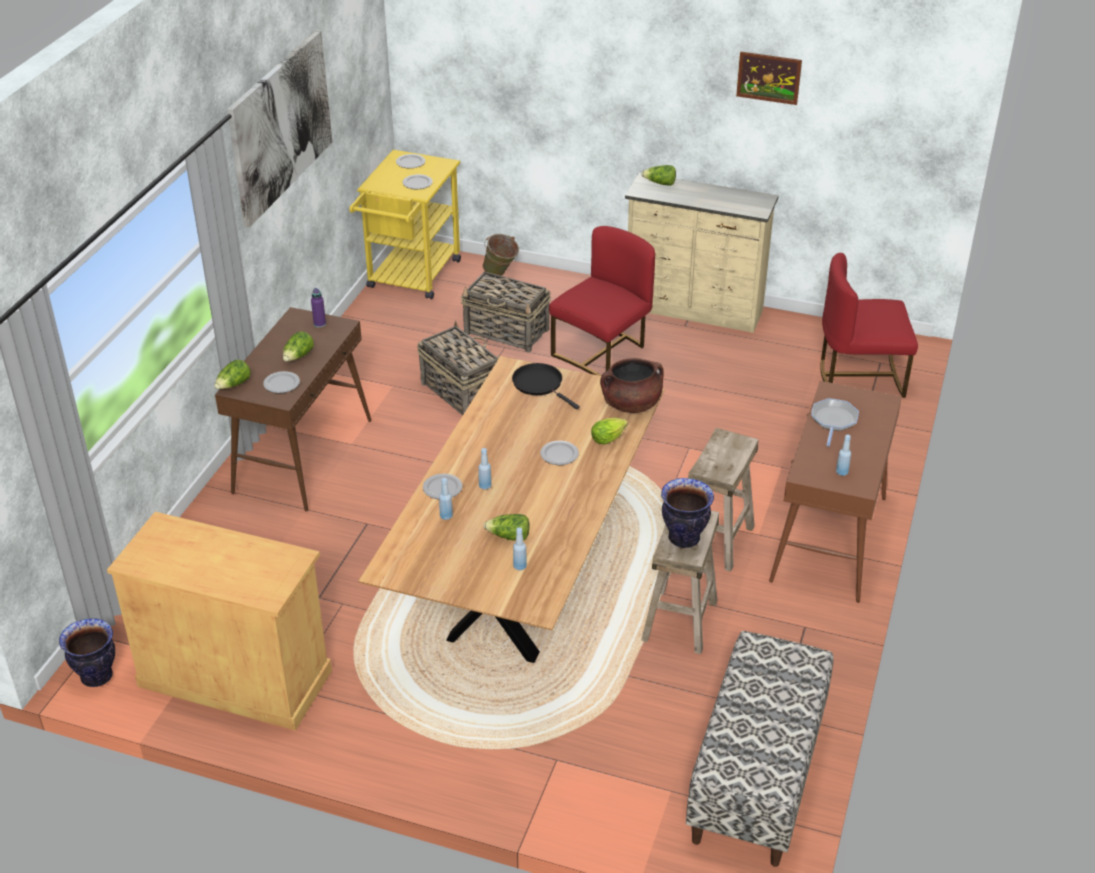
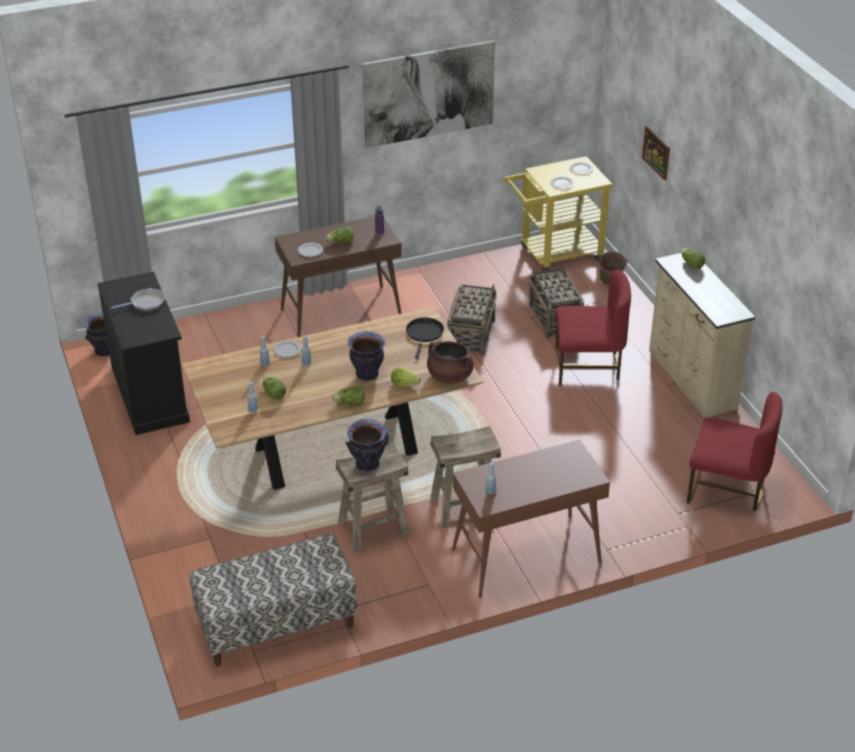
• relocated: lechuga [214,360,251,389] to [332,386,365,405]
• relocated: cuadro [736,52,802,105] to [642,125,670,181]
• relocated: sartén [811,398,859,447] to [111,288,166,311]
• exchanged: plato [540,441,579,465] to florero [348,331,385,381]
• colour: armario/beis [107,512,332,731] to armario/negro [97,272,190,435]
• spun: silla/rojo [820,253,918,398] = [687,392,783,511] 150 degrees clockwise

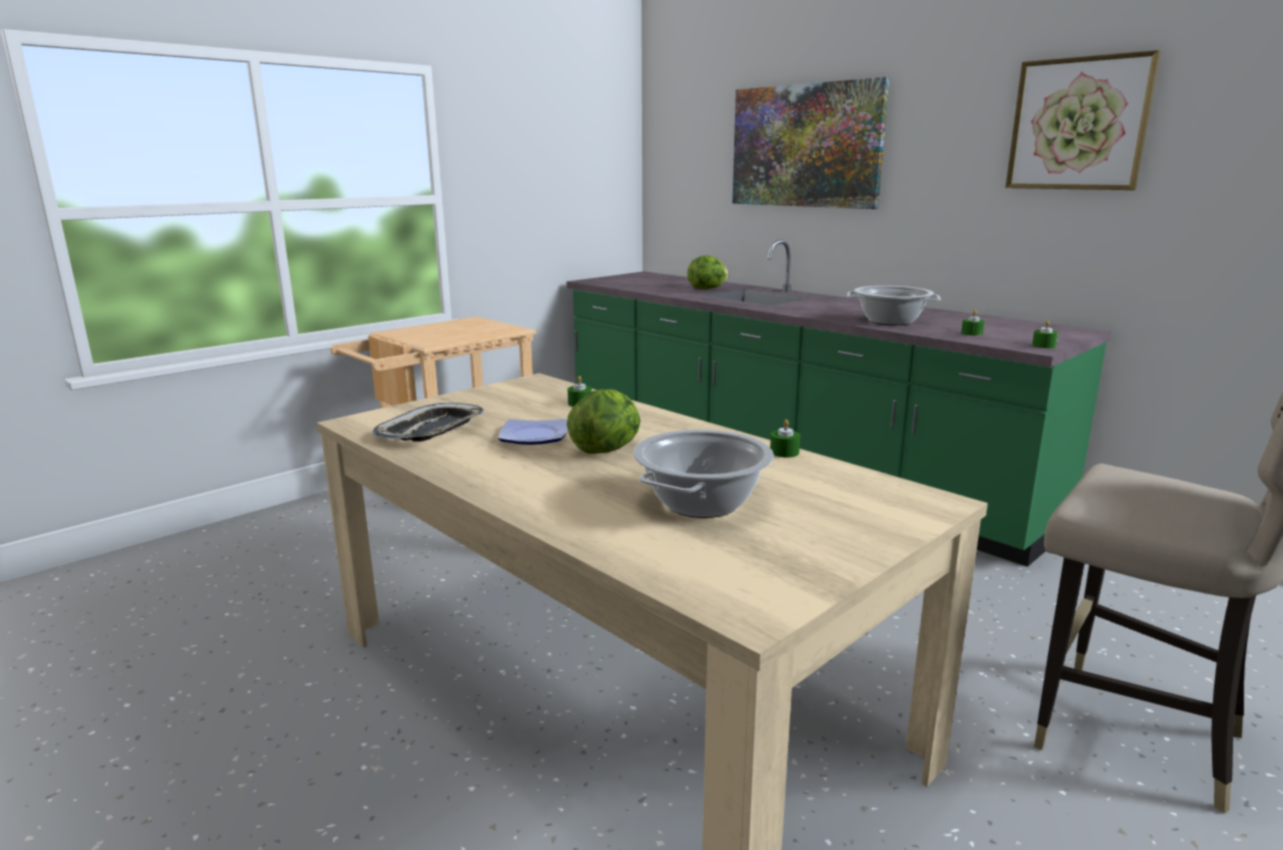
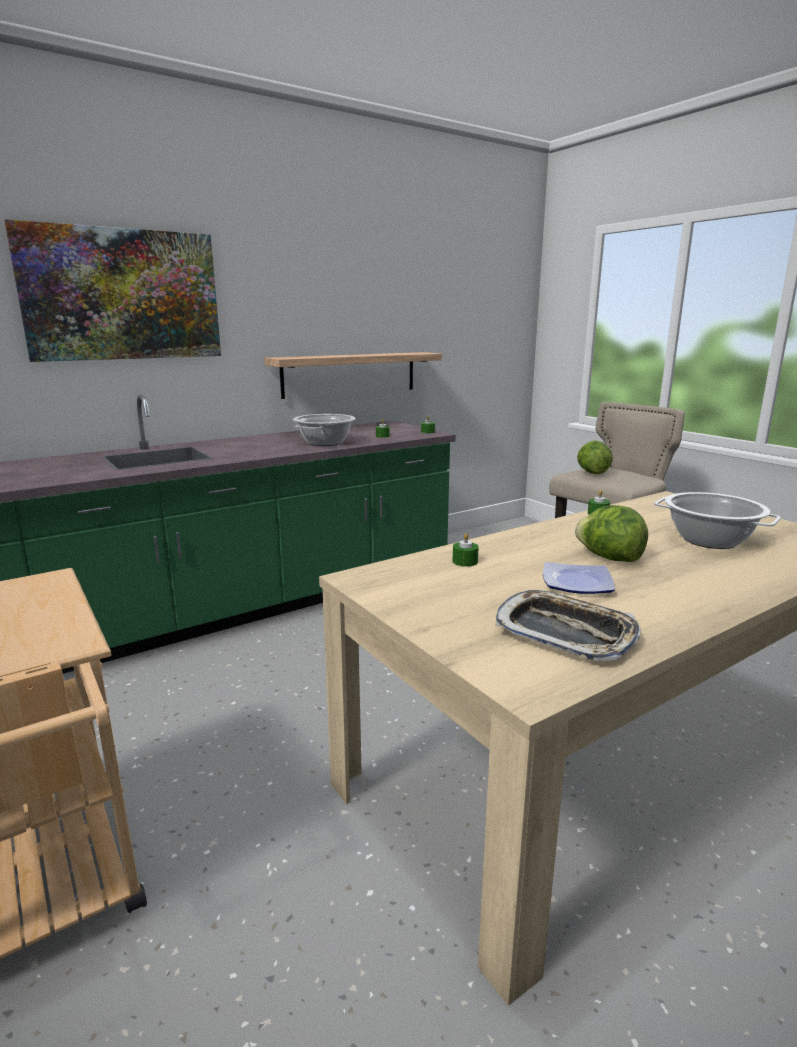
• missing: cuadro [1005,50,1161,190]
• appeared: estante [264,352,442,399]
• relocated: lechuga [687,255,729,289] to [577,441,613,474]

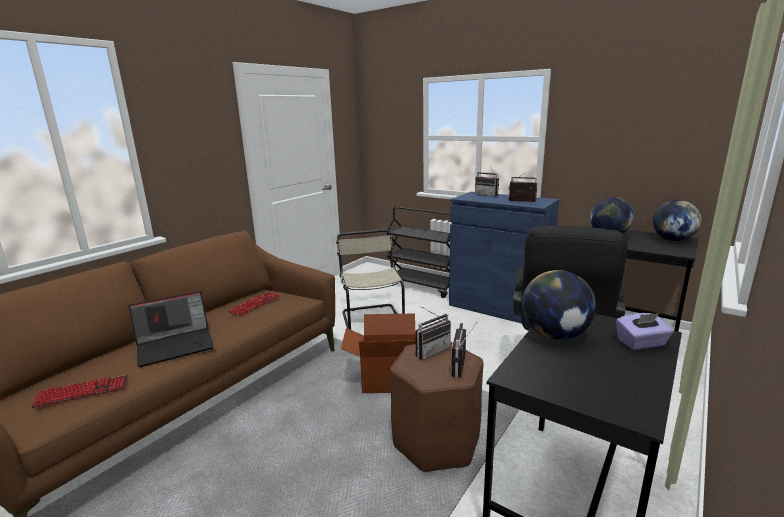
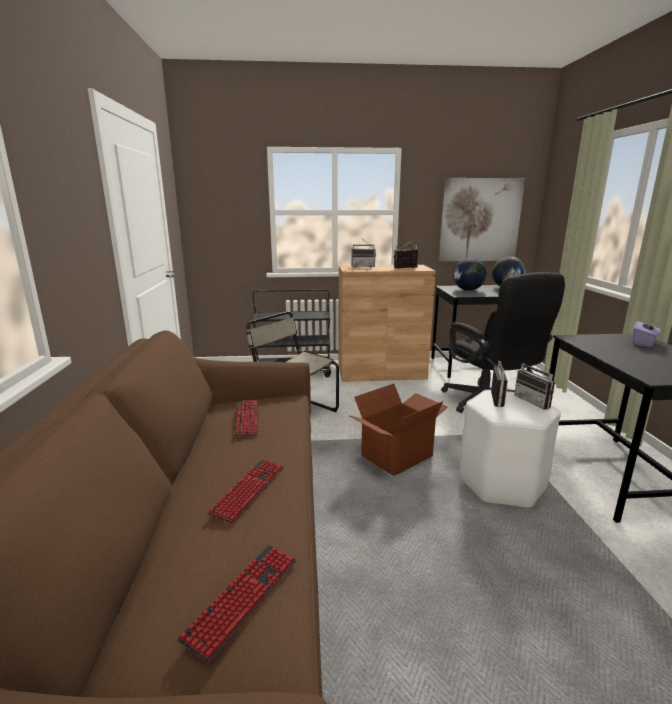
• missing: globo terráqueo [522,270,596,340]
• appeared: cuadro [439,178,525,261]
• exchanged: portátil [128,291,214,367] to teclado [207,460,284,524]
• colour: taburete/marrón [390,342,483,472] to taburete/blanco [459,390,561,508]
• colour: armario/azul [449,192,559,323] to armario/marrón [338,265,436,382]

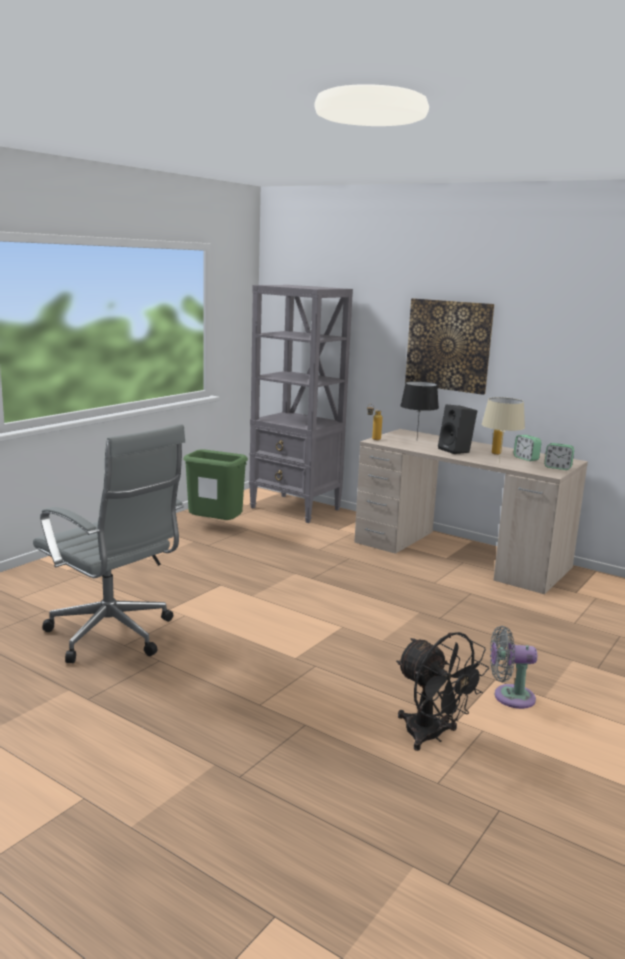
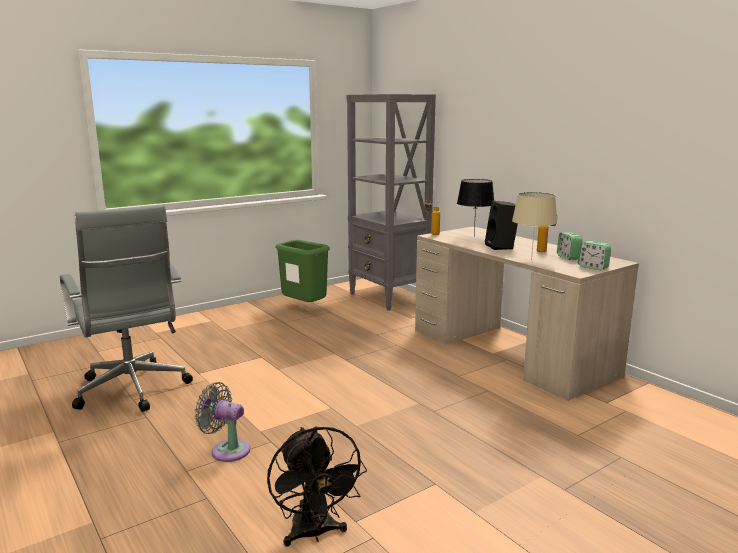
• missing: cuadro [405,298,494,395]
• relocated: ventilador/gris [490,626,537,709] to [194,382,250,462]

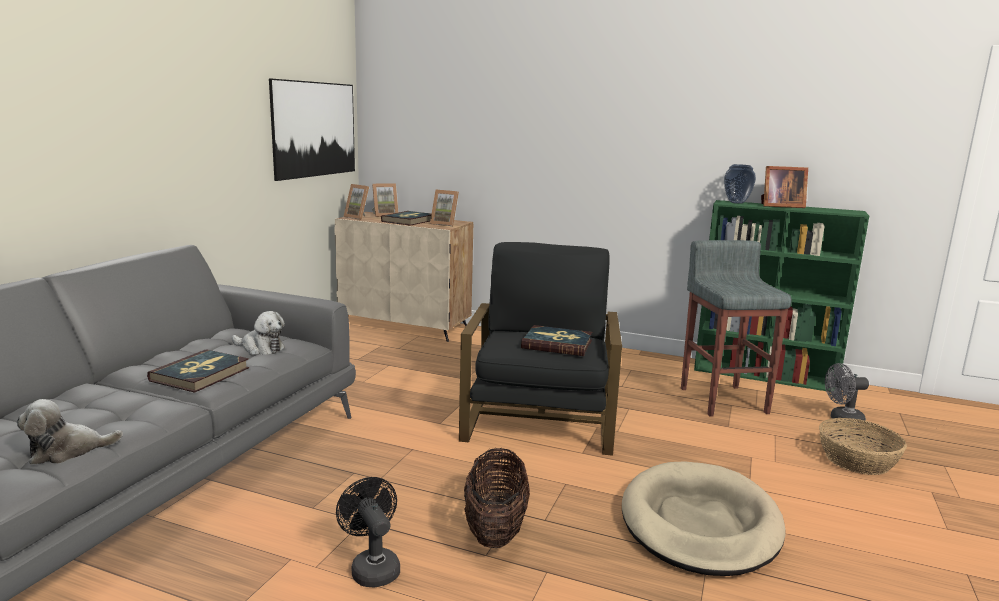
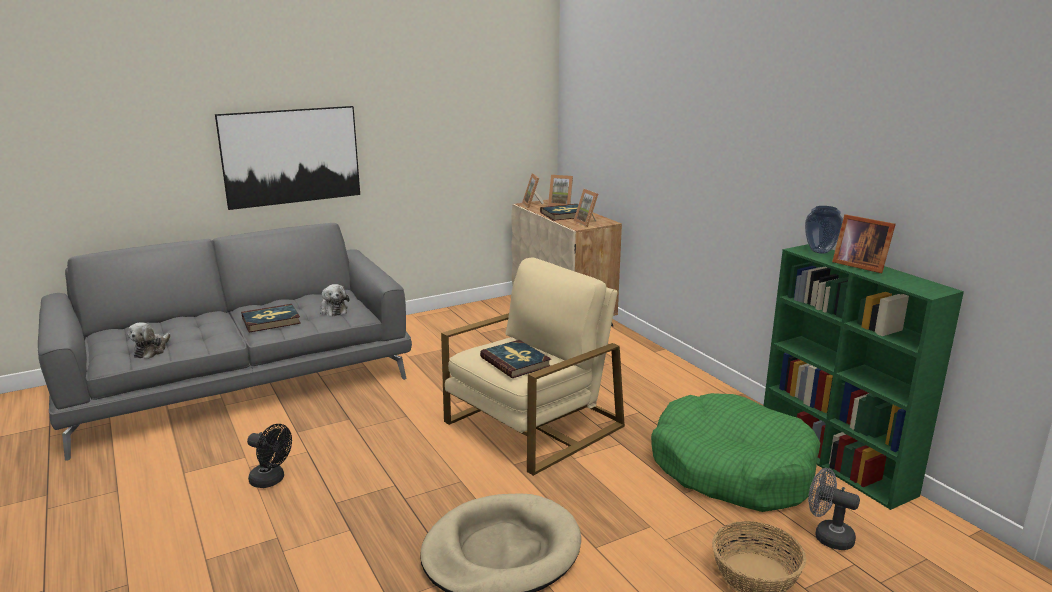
• missing: cesta [464,448,530,548]
• relocated: cuadro [269,78,355,181] to [215,106,360,210]
• exchanged: taburete/gris [681,240,792,417] to cama para perro/verde [651,393,820,512]
• colour: sillón/negro [459,242,622,456] to sillón/beis [441,258,625,476]
• spun: peluche [17,399,123,465] = [128,322,171,359] 90 degrees counterclockwise
• spun: ventilador/negro [336,477,400,587] = [247,424,292,488] 105 degrees clockwise

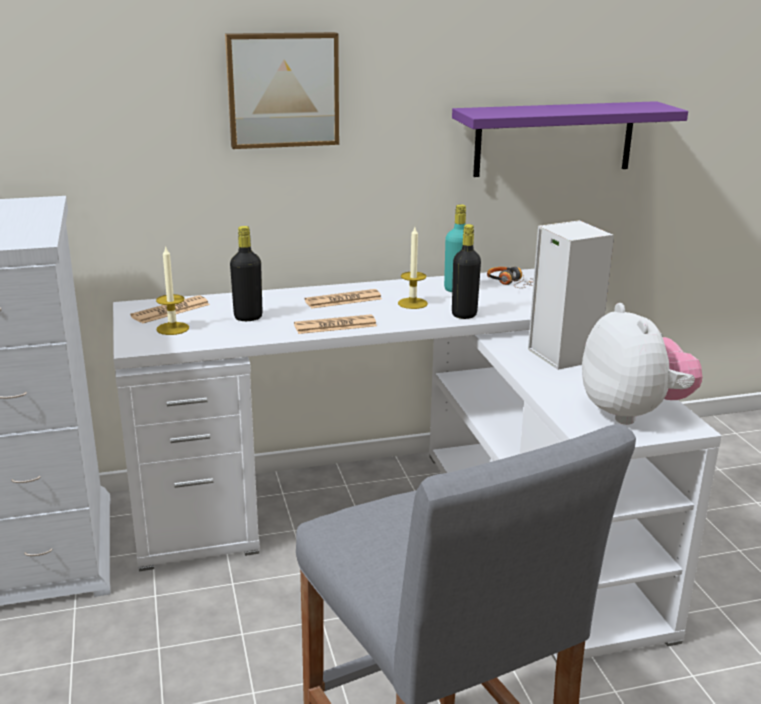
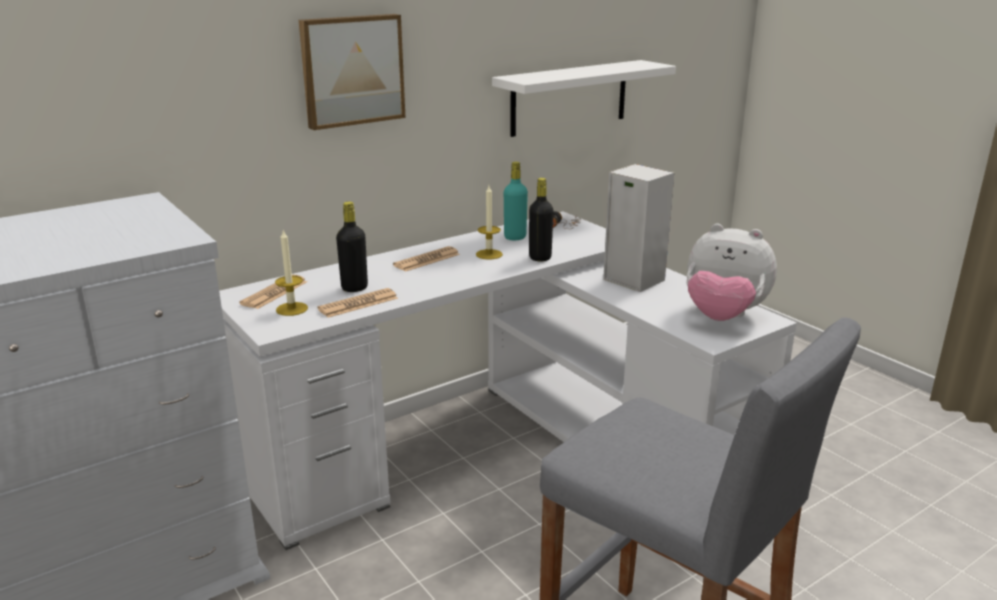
• relocated: periódico [294,314,377,334] to [317,288,398,318]
• colour: estante/morado [452,101,688,177] to estante/blanco [492,60,676,137]
• spun: peluche [582,303,702,425] = [686,224,777,321] 150 degrees clockwise

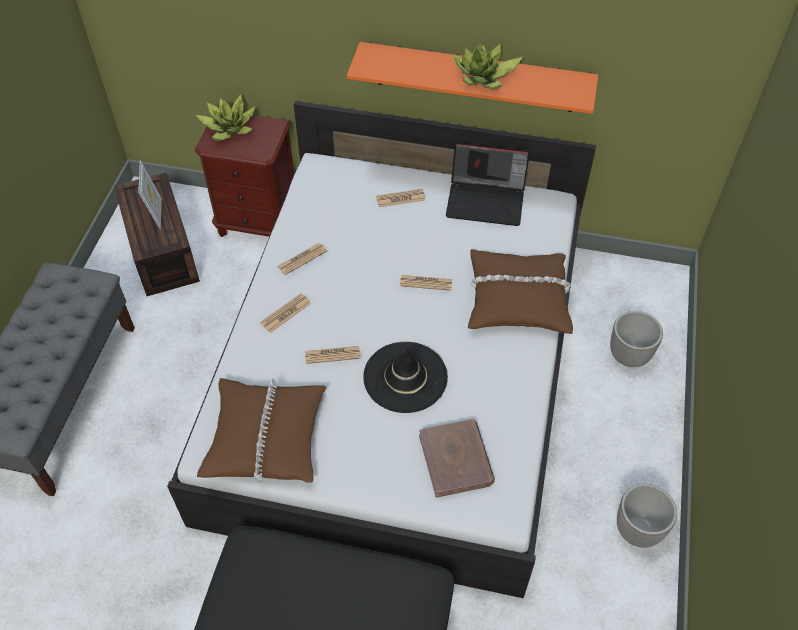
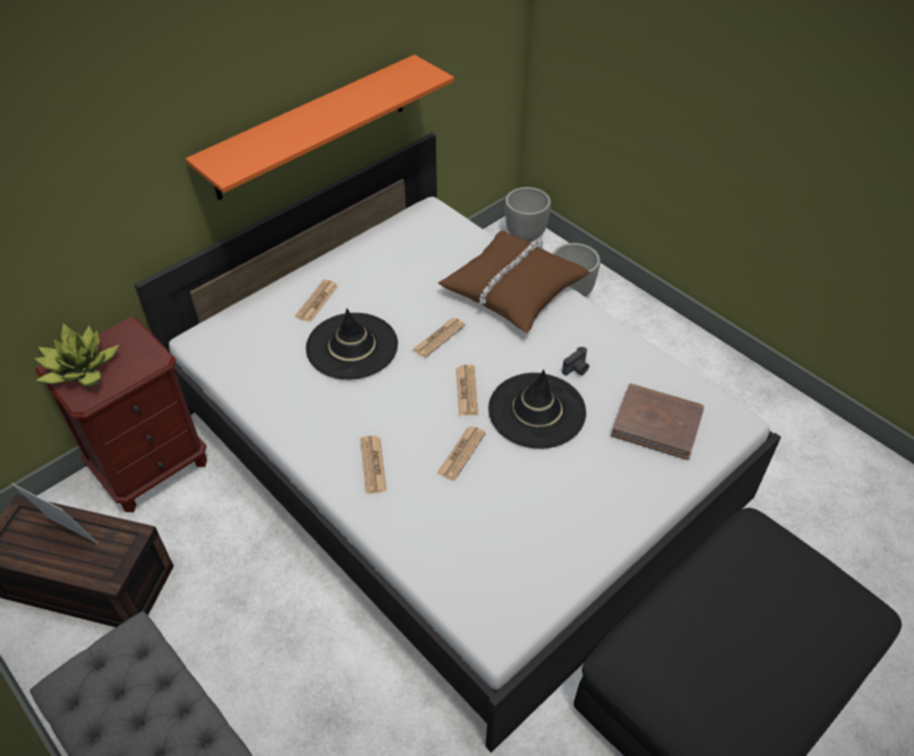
• missing: cojín/marrón [197,378,327,483]
• missing: portátil [446,142,530,226]
• missing: planta en maceta [453,43,523,89]
• appeared: sombrero/negro [306,308,398,380]
• appeared: cámara [562,346,589,376]
• relocated: periódico [277,243,327,275] to [456,365,478,415]
• relocated: maceta [617,484,677,548] to [505,187,551,242]

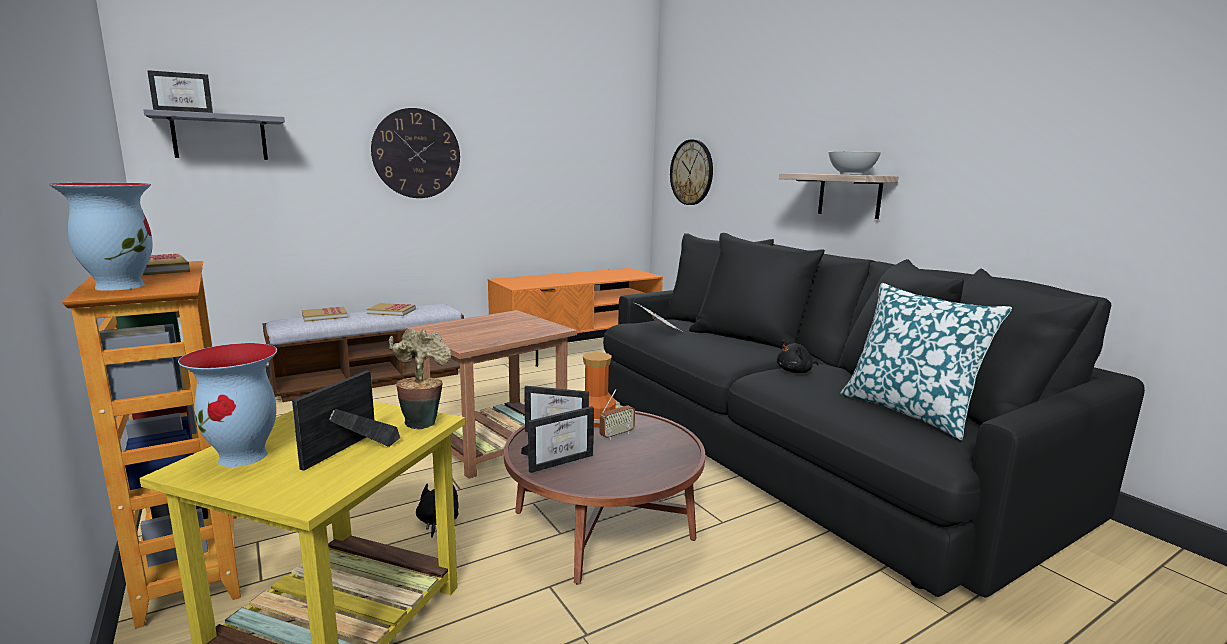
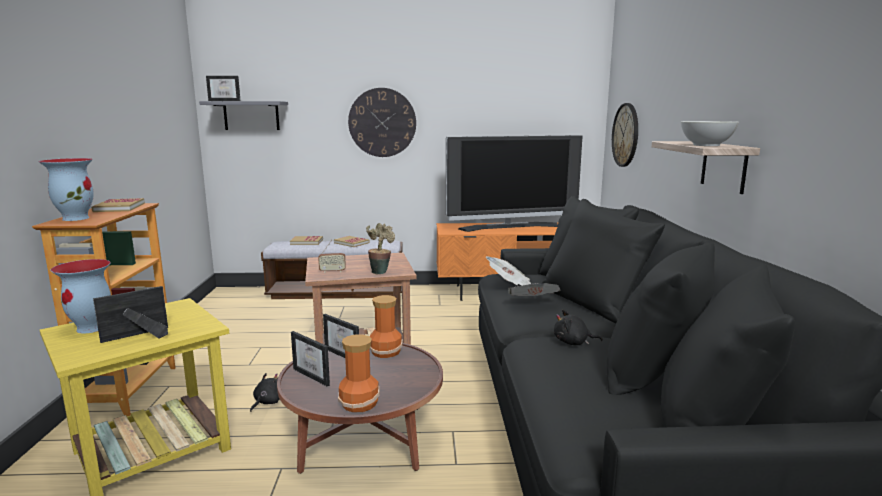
• missing: cojín [840,283,1012,441]
• appeared: florero [338,334,380,412]
• appeared: televisor [446,135,583,232]
• appeared: periódico [508,283,561,296]
• relocated: planta en maceta [389,329,451,429] to [366,223,395,274]
• relocated: radio [600,389,635,440] to [318,240,346,273]
• spun: portarretratos [521,406,594,473] = [291,331,330,387] 45 degrees clockwise

